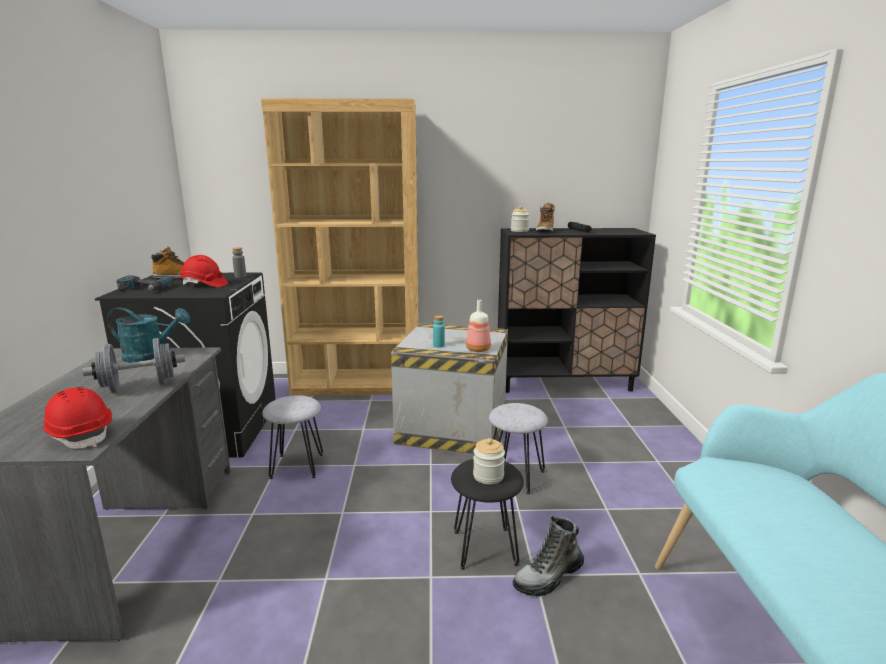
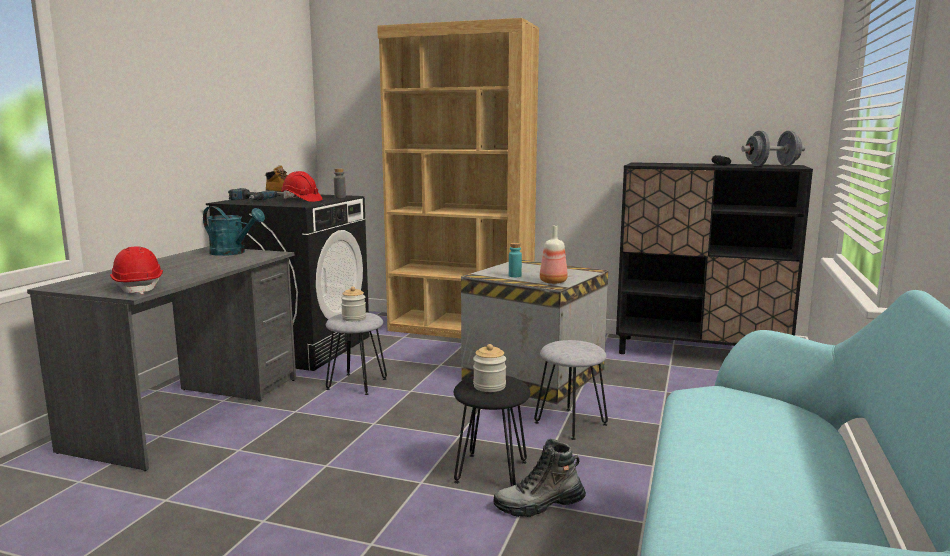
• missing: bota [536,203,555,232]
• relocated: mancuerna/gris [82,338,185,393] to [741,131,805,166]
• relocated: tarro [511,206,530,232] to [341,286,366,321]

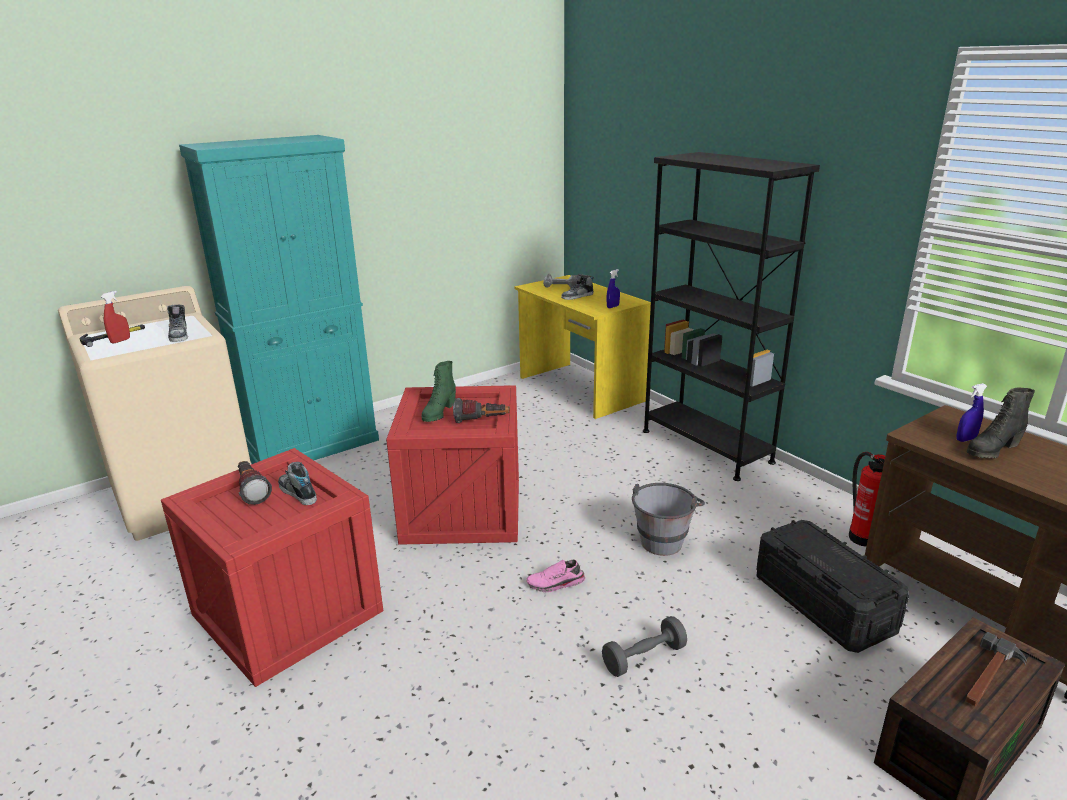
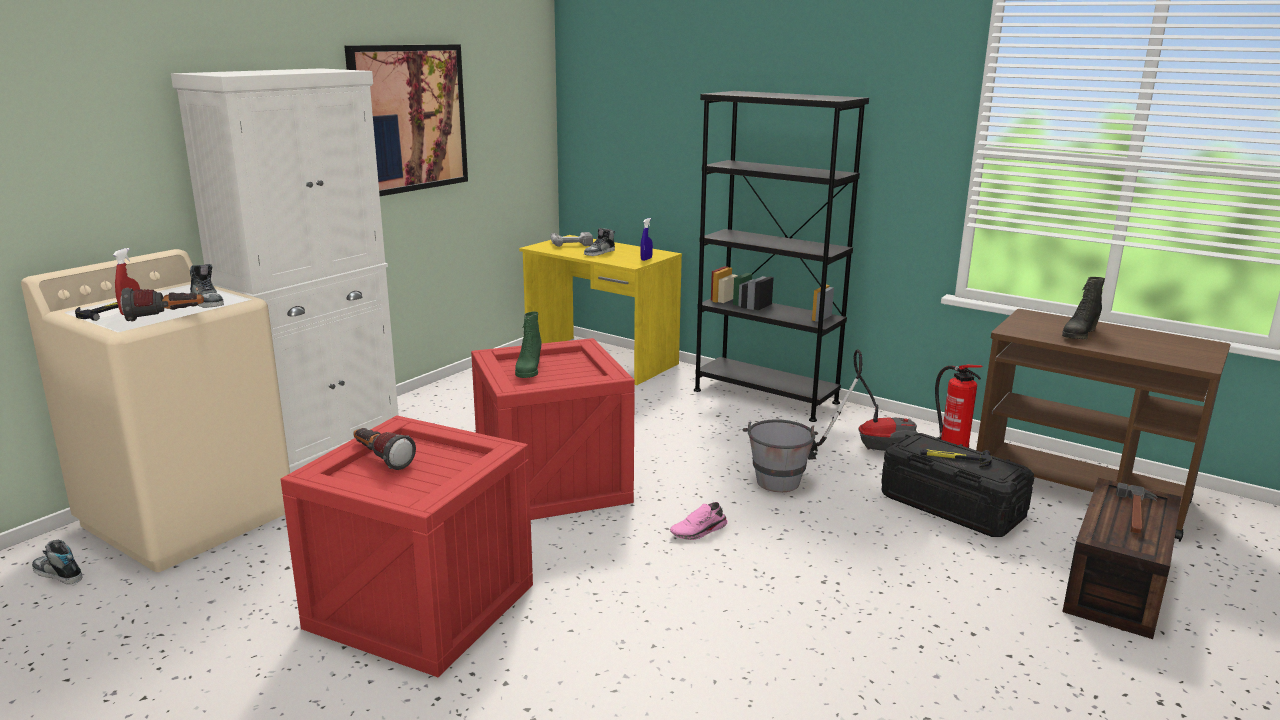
• missing: mancuerna/gris [602,616,687,677]
• missing: pulverizador/azul [957,383,987,442]
• appeared: cuadro [344,44,468,196]
• appeared: aspiradora [808,349,918,460]
• appeared: martillo [920,449,992,468]
• relocated: zapato [278,462,317,505] to [32,540,83,584]
• relocated: linterna [453,398,510,423] to [120,288,204,321]
• colour: armario/turquesa [179,135,379,464] to armario/blanco [171,68,399,473]

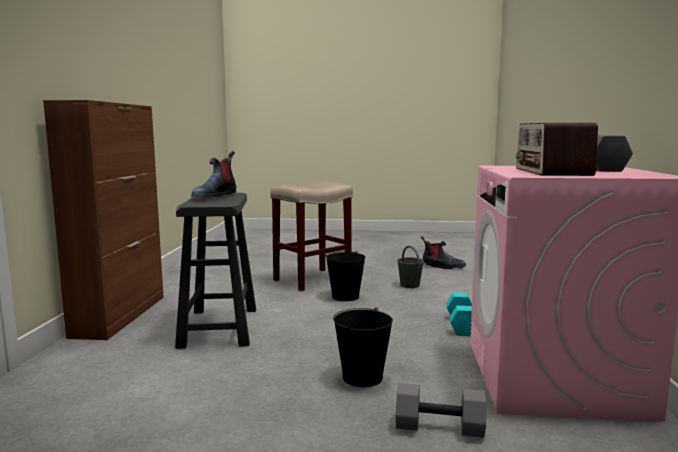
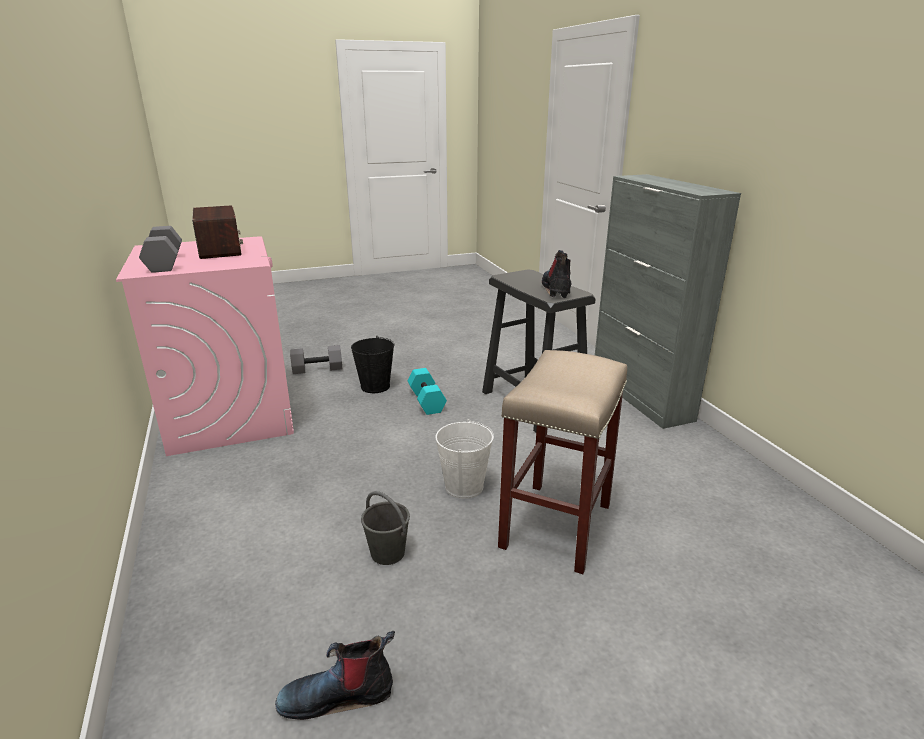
• relocated: mancuerna/turquesa [446,293,472,336] to [408,368,447,415]
• colour: armario/marrón [43,100,164,340] to armario/gris [595,174,741,429]
• colour: cubo/negro [326,251,365,301] to cubo/blanco [435,419,494,499]

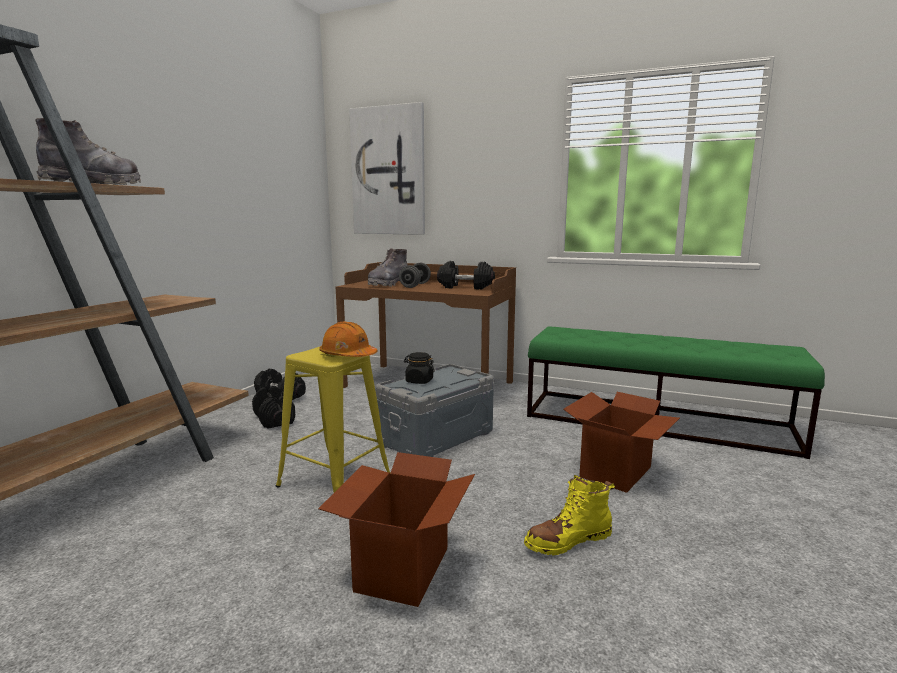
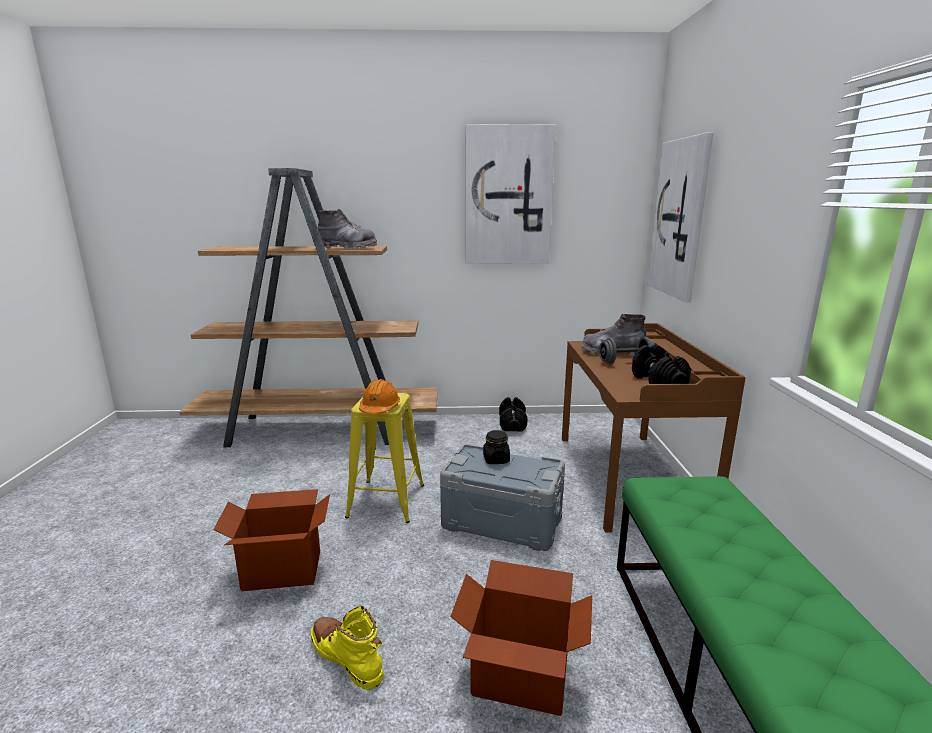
• missing: mancuerna/negro [252,386,295,429]
• appeared: cuadro [466,124,556,264]

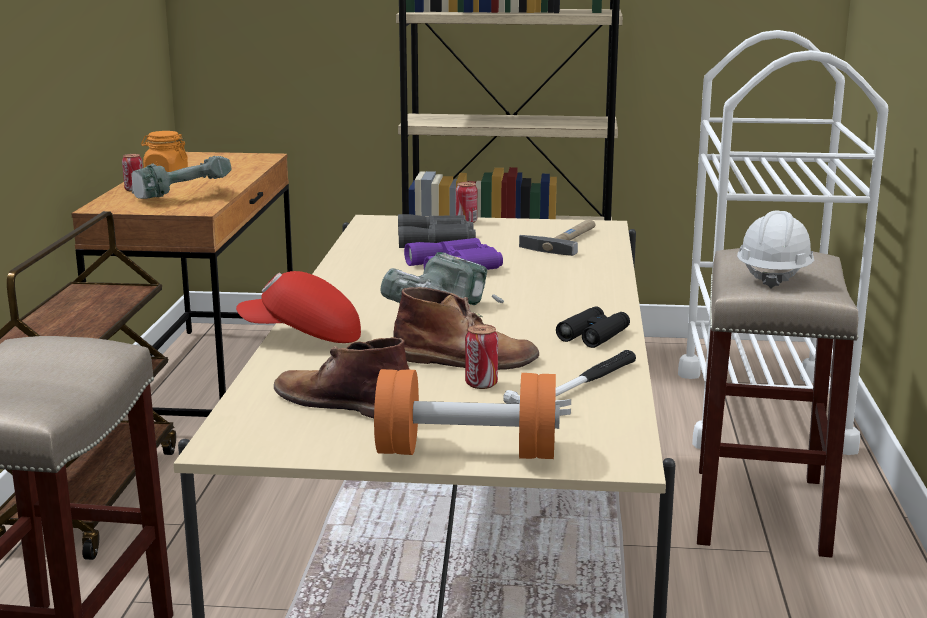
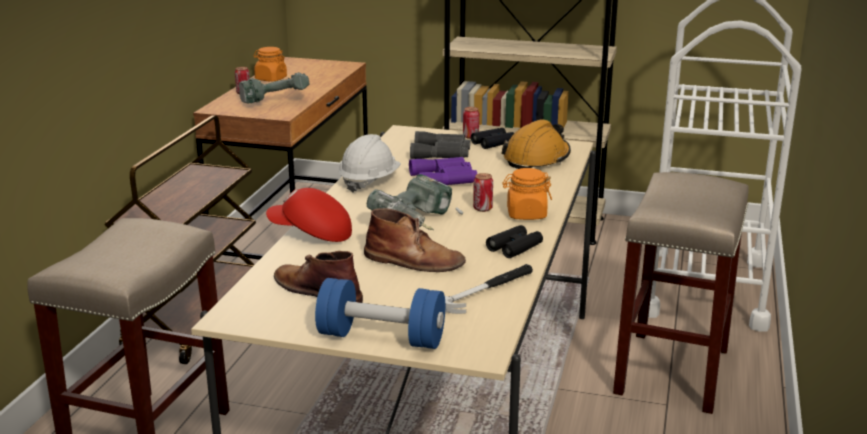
• appeared: prismáticos/negro [471,128,514,149]
• appeared: tarro/naranja [502,168,552,220]
• relocated: lata [465,324,498,389] to [473,173,493,212]
• relocated: casco/blanco [737,210,814,289] to [339,134,401,193]
• exchanged: martillo [519,219,595,256] to casco/naranja [502,119,571,169]
• colour: mancuerna/naranja [374,369,560,459] to mancuerna/azul [315,278,445,349]

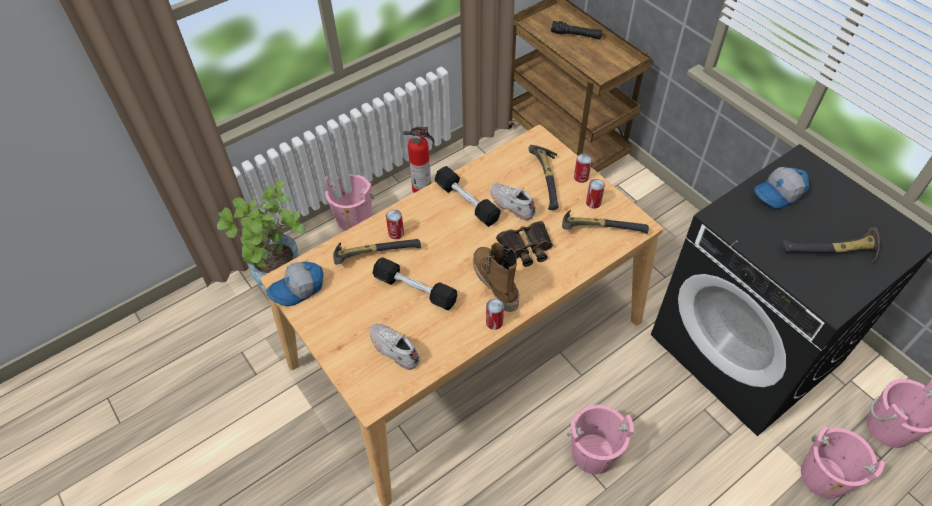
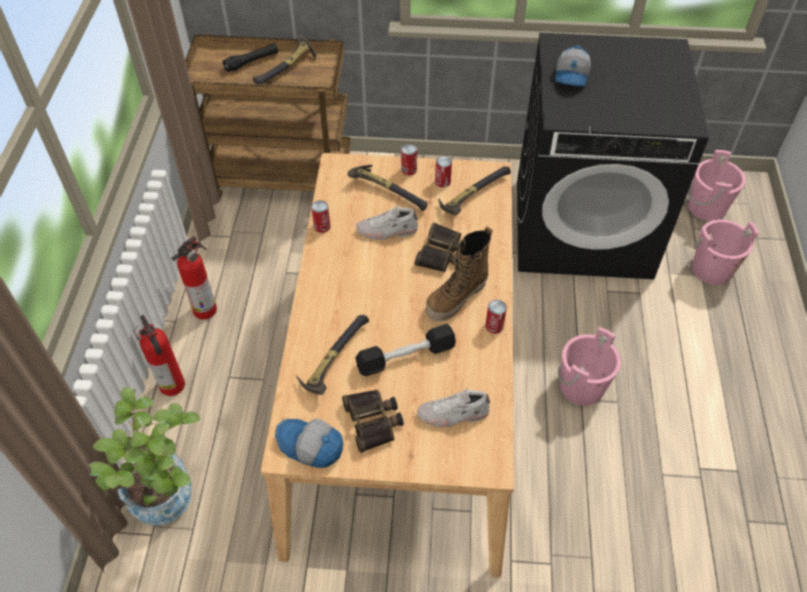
• missing: mancuerna/negro [435,166,501,227]
• appeared: prismáticos [342,389,404,453]
• relocated: lata [386,209,404,239] to [311,200,330,233]
• relocated: martillo [781,227,880,263] to [253,35,316,84]
• exchanged: cubo/rosa [325,174,374,231] to extintor [133,315,185,396]
• spun: gorra [267,262,324,306] = [275,418,343,468] 105 degrees clockwise
• spun: bota [473,242,520,312] = [426,226,493,322] 60 degrees counterclockwise

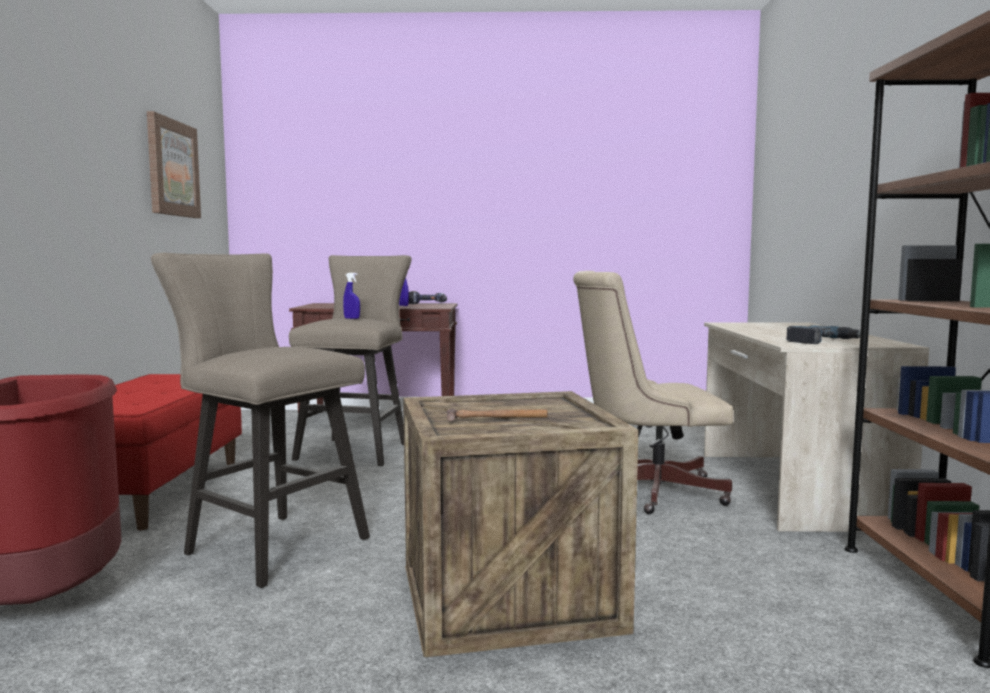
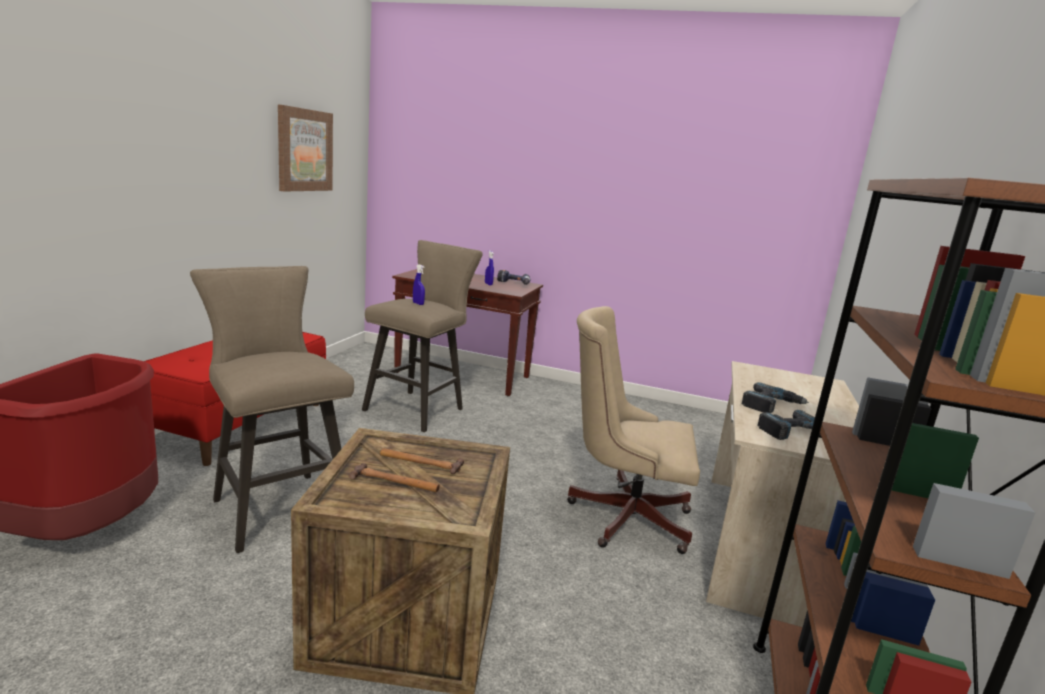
• appeared: martillo [380,448,464,474]
• appeared: taladro [742,382,809,413]

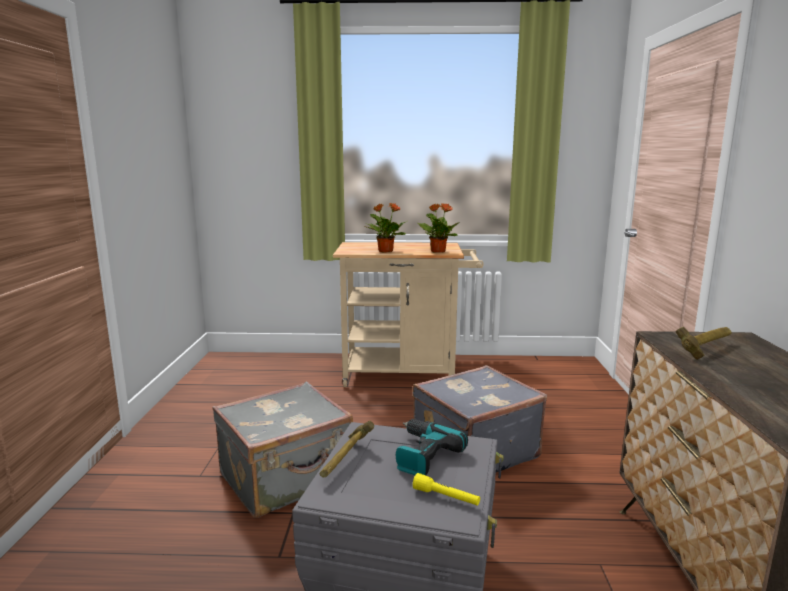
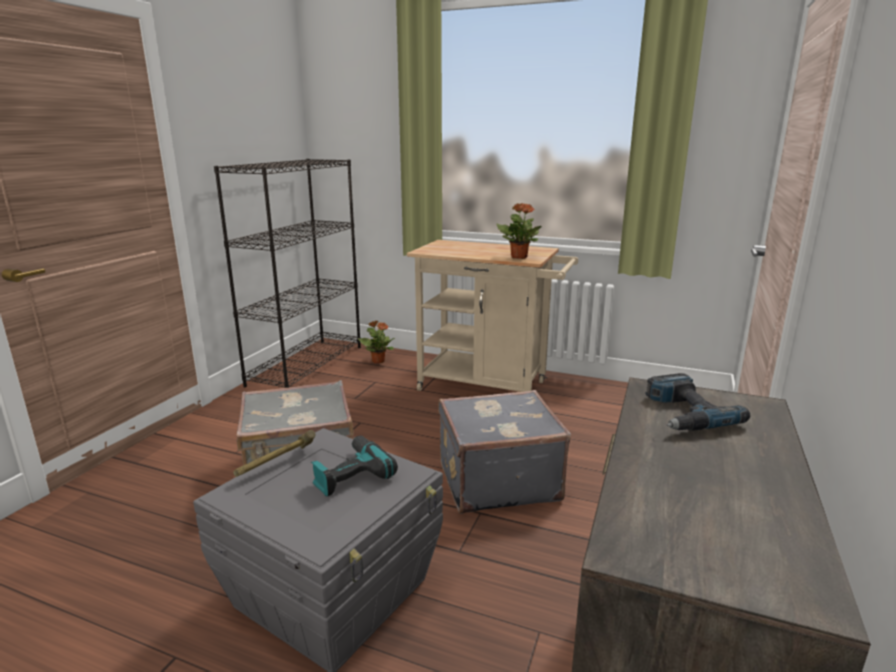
• missing: linterna/amarillo [413,473,480,506]
• appeared: estantería/negro [214,159,361,388]
• relocated: planta en maceta [367,203,407,253] to [358,321,395,363]
• exchanged: martillo [676,327,732,360] to taladro [645,373,750,431]

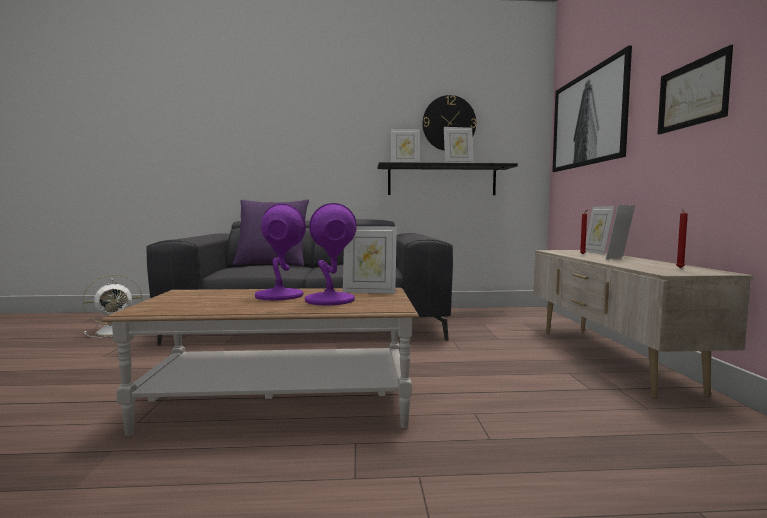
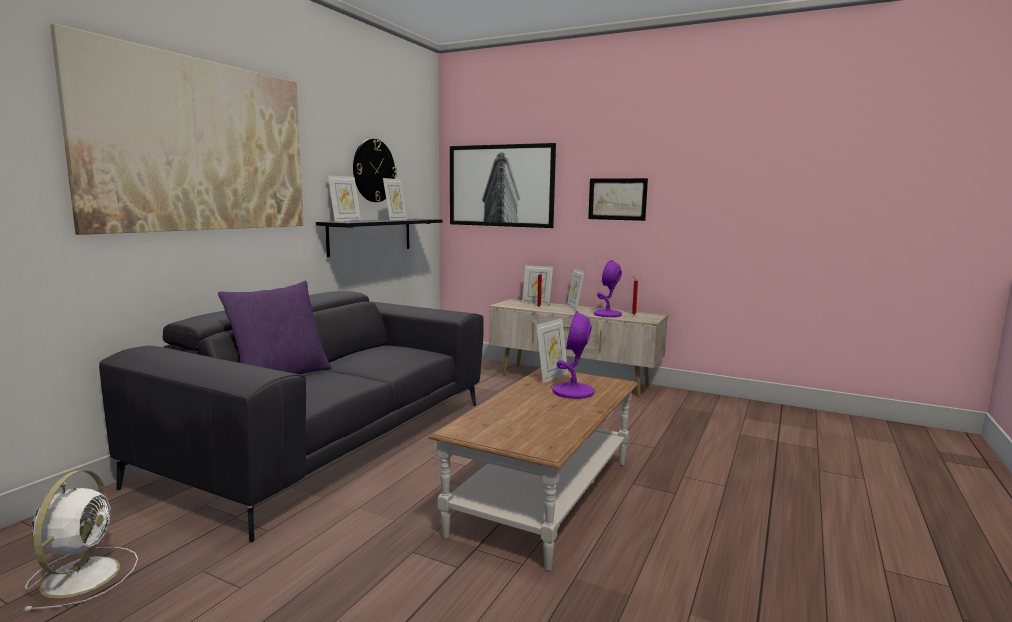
• appeared: cuadro [50,24,304,235]
• relocated: lámpara de mesa/morado [255,204,306,300] to [594,260,622,317]

